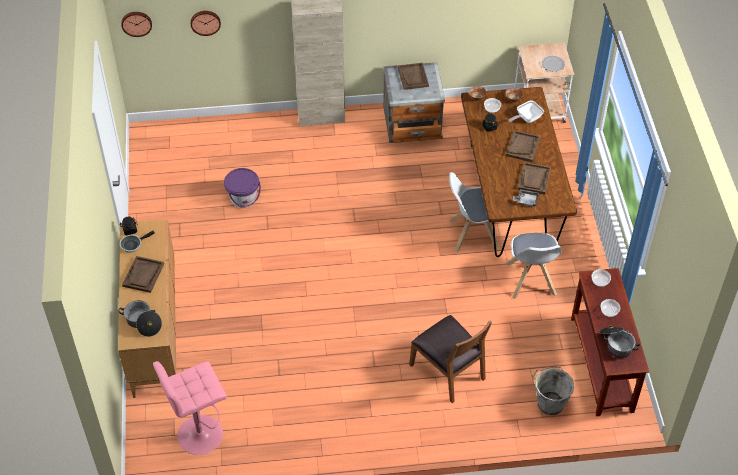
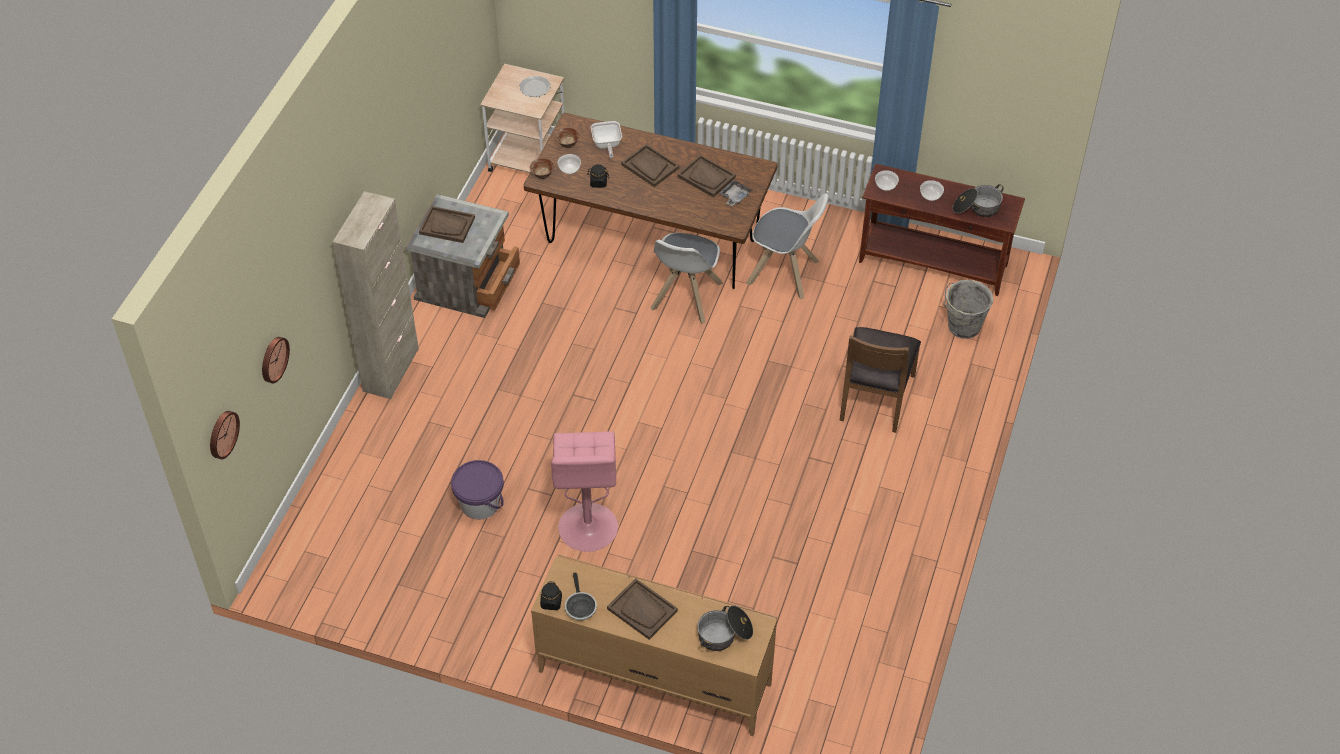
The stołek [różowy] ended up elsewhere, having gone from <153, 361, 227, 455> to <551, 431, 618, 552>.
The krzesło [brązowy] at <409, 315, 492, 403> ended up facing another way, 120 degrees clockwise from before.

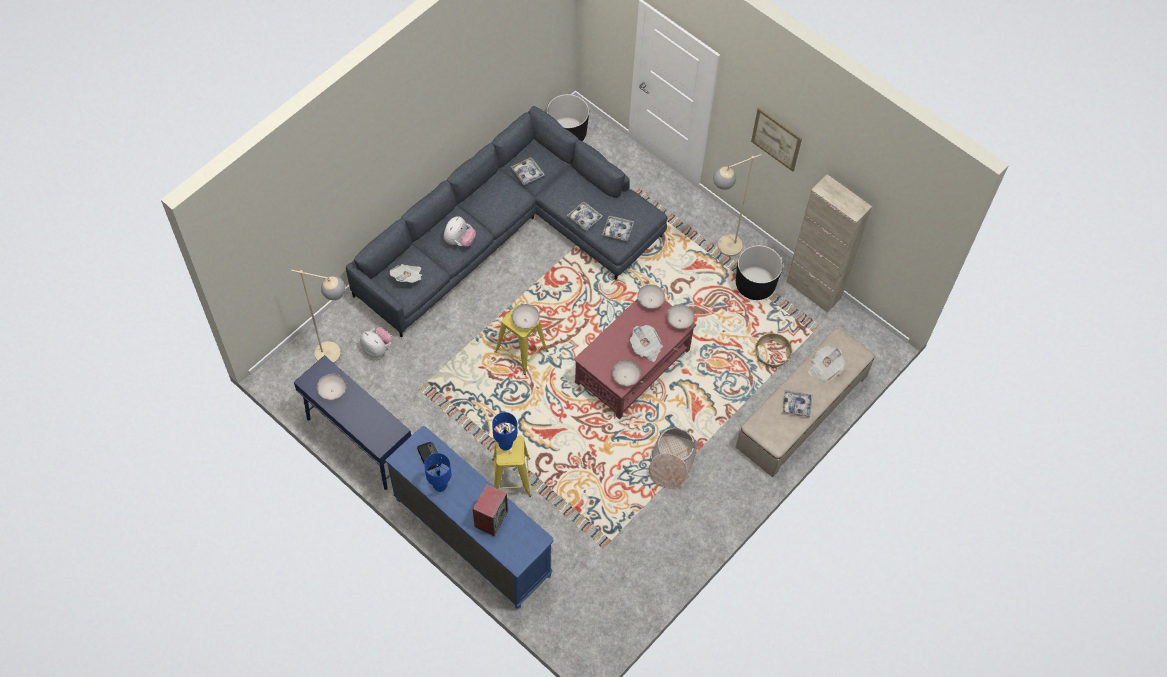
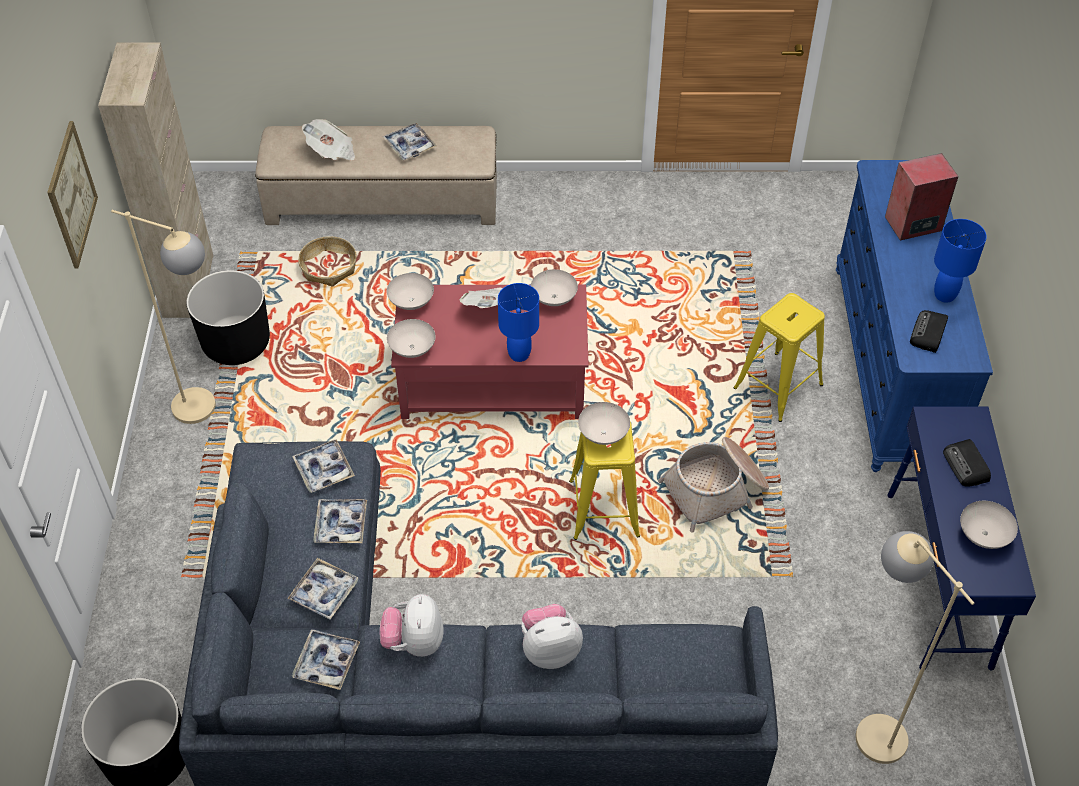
The second view gained the taca at <287, 558, 359, 620>.
The pluszak ended up elsewhere, having gone from <360, 327, 393, 358> to <380, 594, 444, 657>.
The lampa stołowa [niebieski] ended up elsewhere, having gone from <492, 412, 517, 451> to <498, 283, 539, 362>.
The koszyk ended up elsewhere, having gone from <649, 428, 699, 489> to <658, 437, 769, 533>.
The second view gained the radio at <943, 439, 991, 487>.
The second view lost the gazeta at <390, 264, 422, 283>.

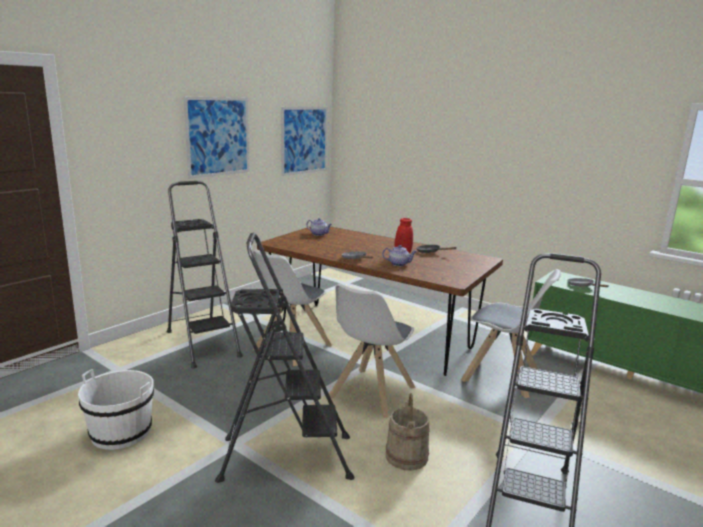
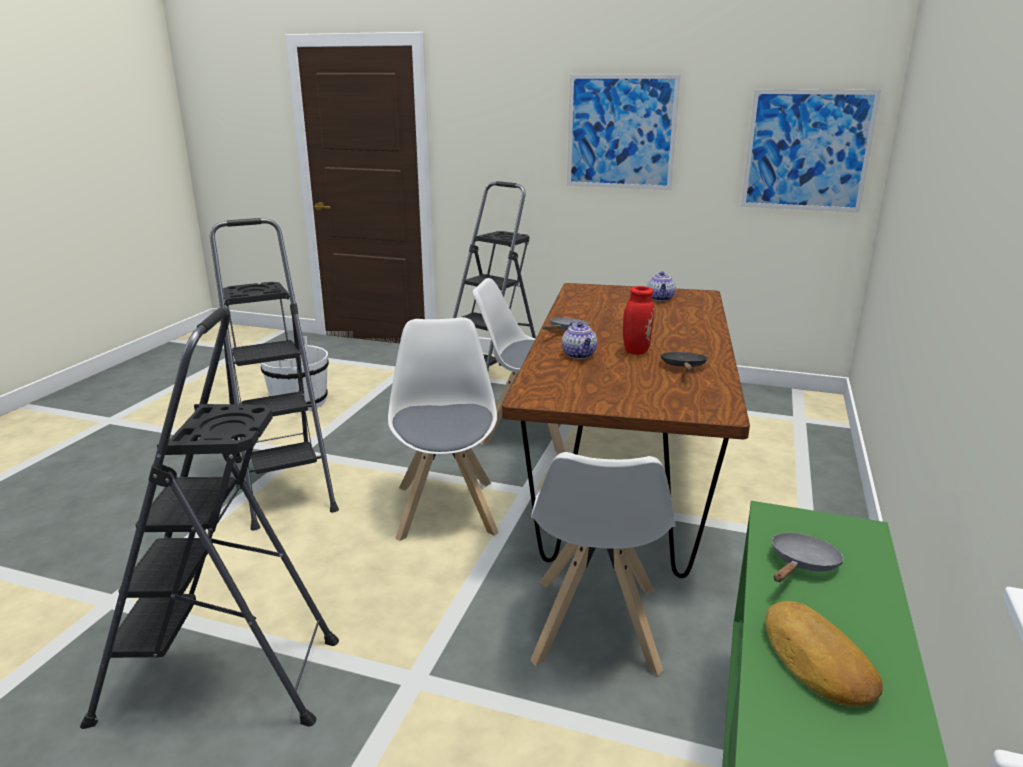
The krzesło at <329, 283, 416, 418> ended up facing another way, 75 degrees clockwise from before.
The second view gained the chleb at <765, 601, 883, 707>.
The second view lost the wiadro [beżowy] at <386, 393, 430, 471>.

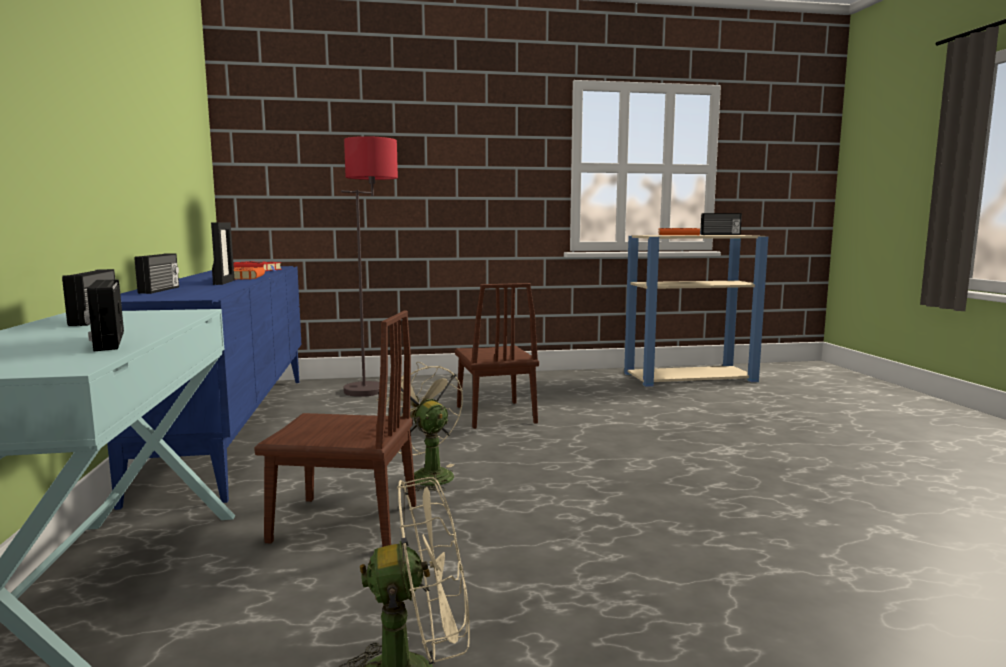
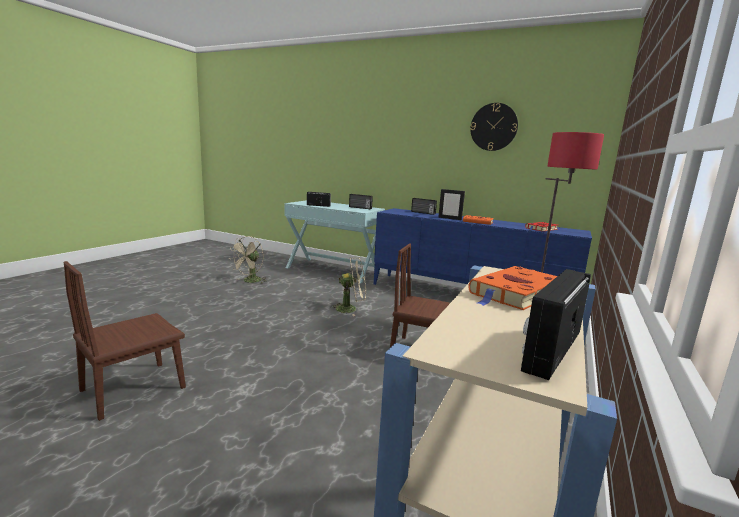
The krzesło [brązowy] ended up elsewhere, having gone from <254, 310, 416, 547> to <63, 261, 186, 421>.
The second view gained the zegar ścienny at <470, 103, 518, 151>.

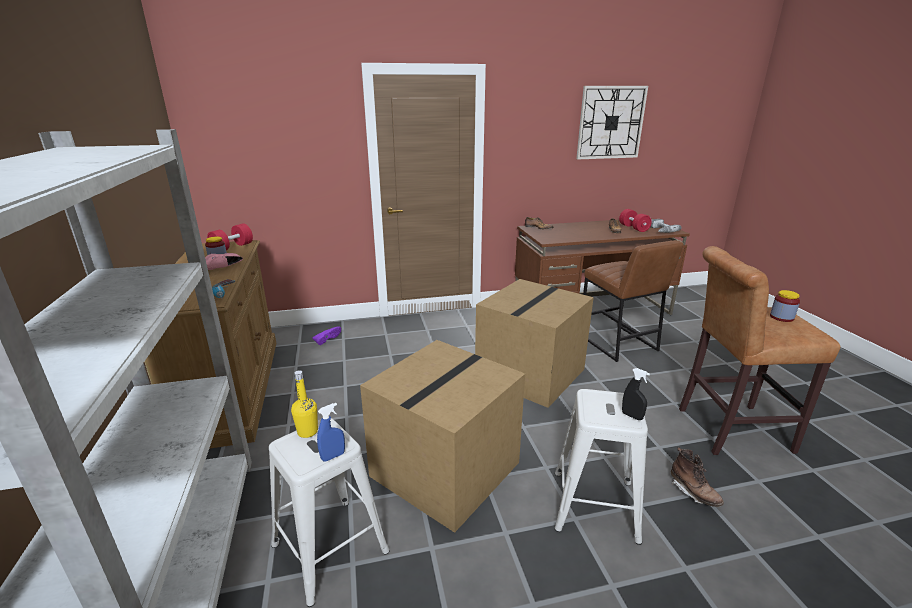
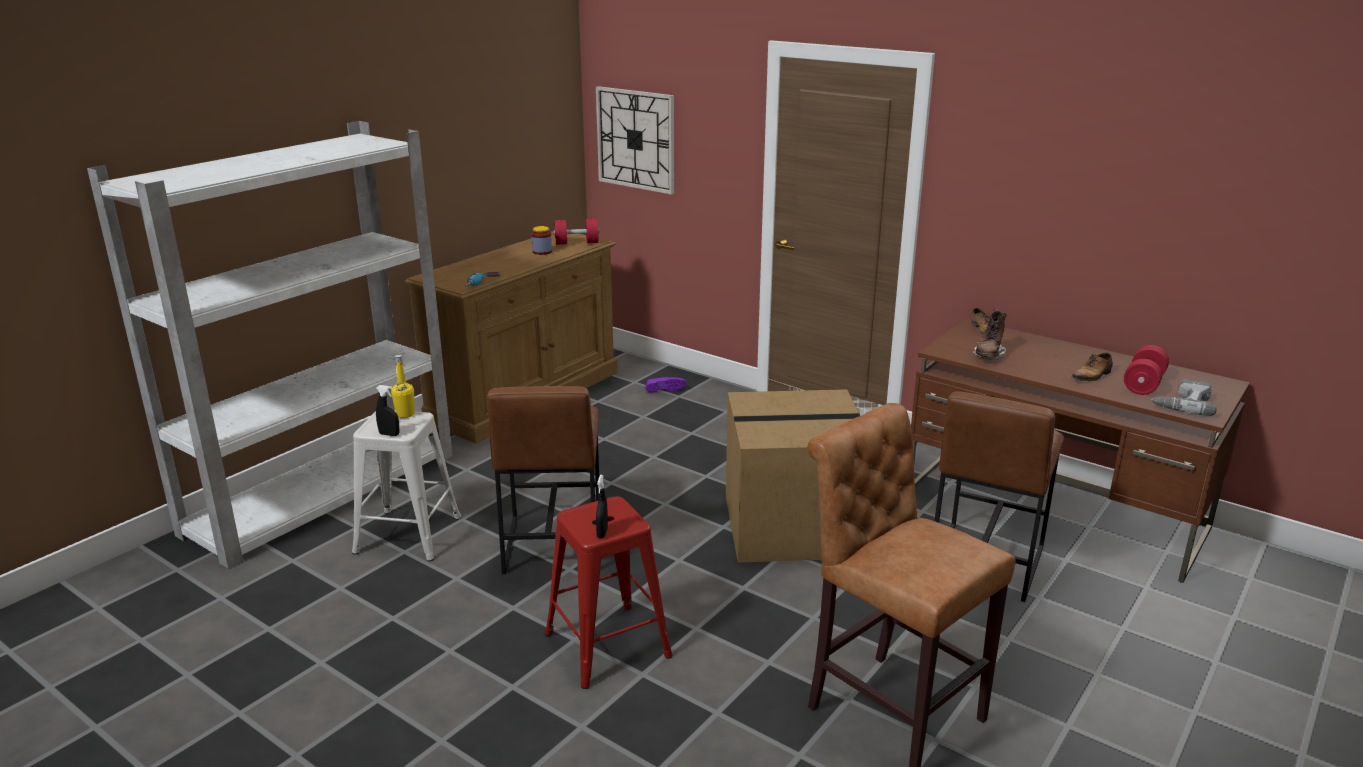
What was the spryskiwacz [niebieski] at <317, 403, 345, 461> turned into the spryskiwacz [czarny] at <376, 385, 399, 436>.
Where the karton stood at <360, 340, 525, 533>, the krzesło [brązowy] came to stand at <487, 386, 599, 574>.
What was the stołek [biały] at <555, 389, 648, 545> turned into the stołek [czerwony] at <545, 496, 673, 689>.
The zegar ścienny ended up elsewhere, having gone from <576, 86, 648, 159> to <596, 86, 674, 195>.
The but z cholewką [brązowy] ended up elsewhere, having gone from <671, 447, 724, 507> to <973, 308, 1007, 360>.
The second view lost the but [różowy] at <205, 253, 243, 270>.
The second view lost the słoik at <770, 290, 800, 322>.

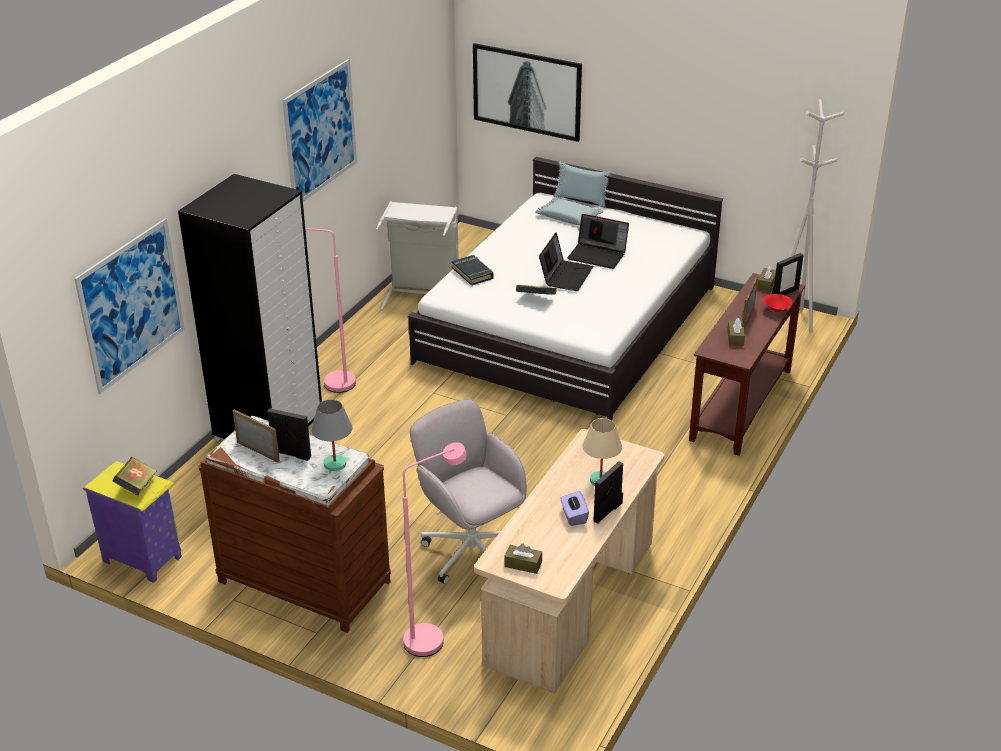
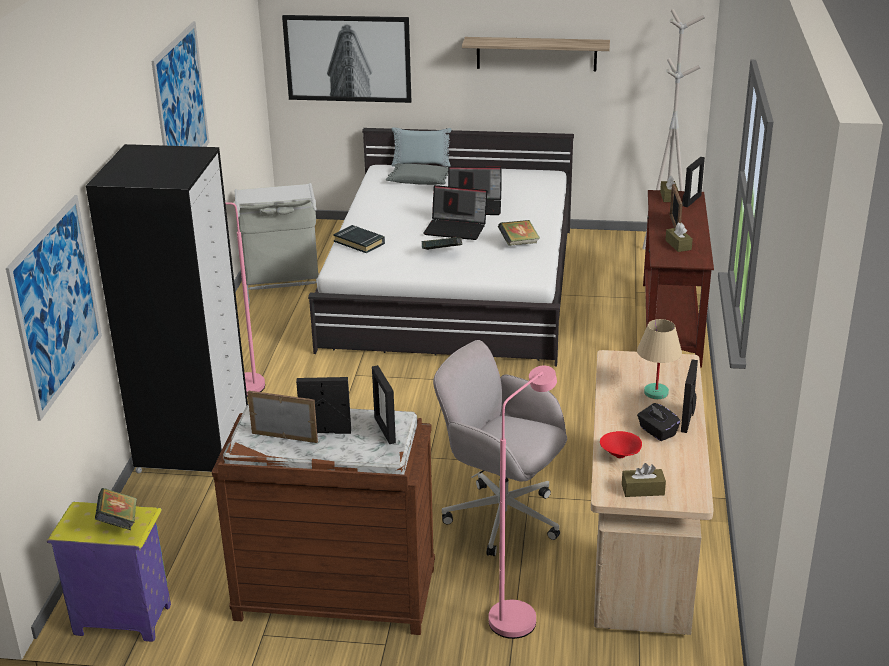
Where the lampa stołowa [szary] stood at <311, 399, 353, 471>, the ramka na zdjęcie came to stand at <372, 365, 396, 444>.
What was the poduszka [niebieski] at <536, 196, 603, 225> turned into the poduszka [szary] at <386, 163, 448, 185>.
The laptop at <539, 232, 594, 291> ended up facing another way, 105 degrees clockwise from before.
The second view gained the półka at <462, 37, 610, 71>.
The second view gained the książka at <498, 220, 540, 246>.
The miska [czerwony] ended up elsewhere, having gone from <763, 294, 792, 312> to <600, 431, 642, 458>.
What was the pudełko chusteczek [fioletowy] at <560, 491, 589, 526> turned into the pudełko chusteczek [czarny] at <637, 403, 681, 441>.

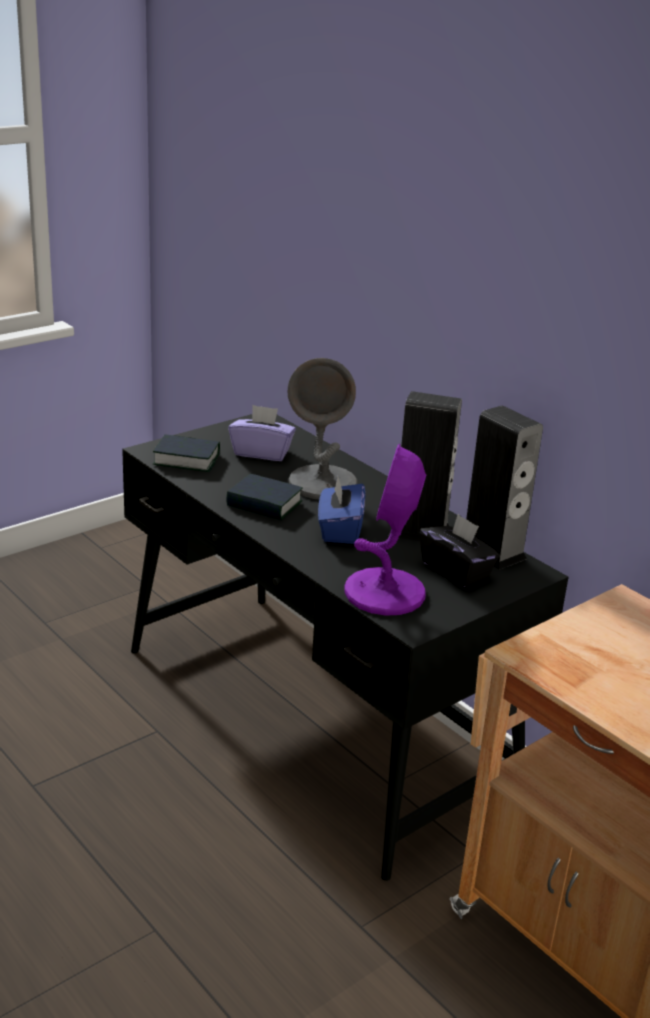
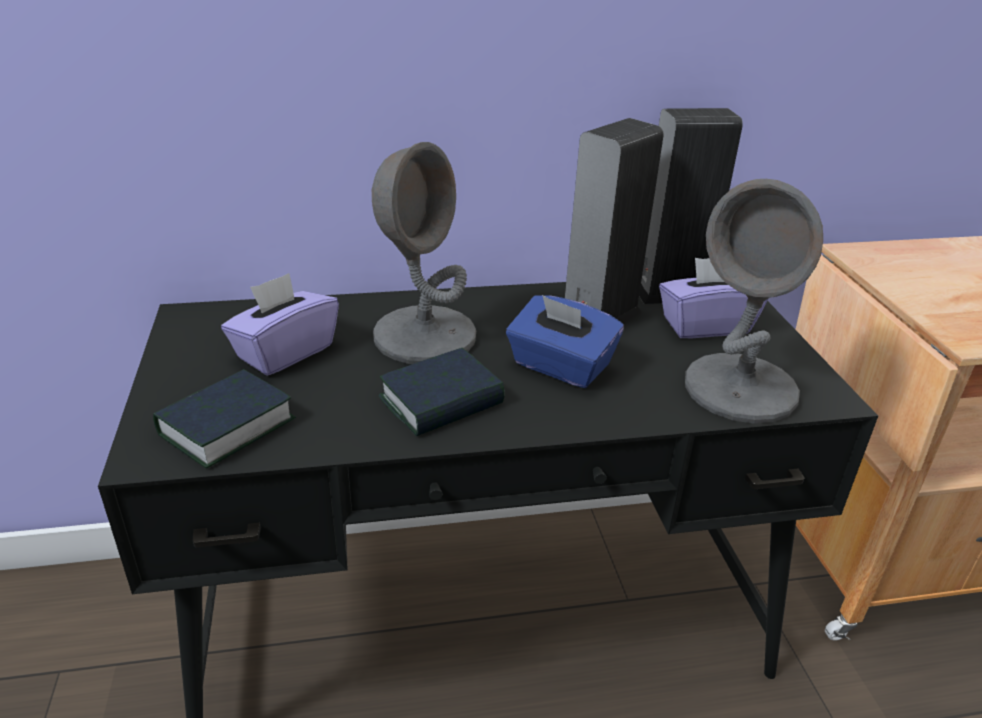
What was the pudełko chusteczek [czarny] at <419, 514, 500, 588> turned into the pudełko chusteczek [fioletowy] at <659, 258, 769, 338>.
What was the lampa stołowa [fioletowy] at <344, 444, 427, 616> turned into the lampa stołowa [szary] at <685, 179, 823, 424>.

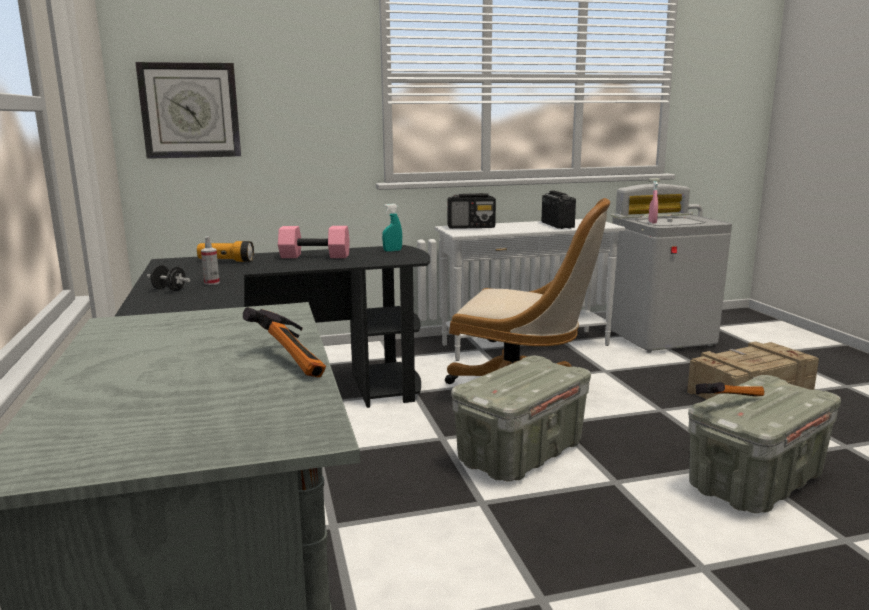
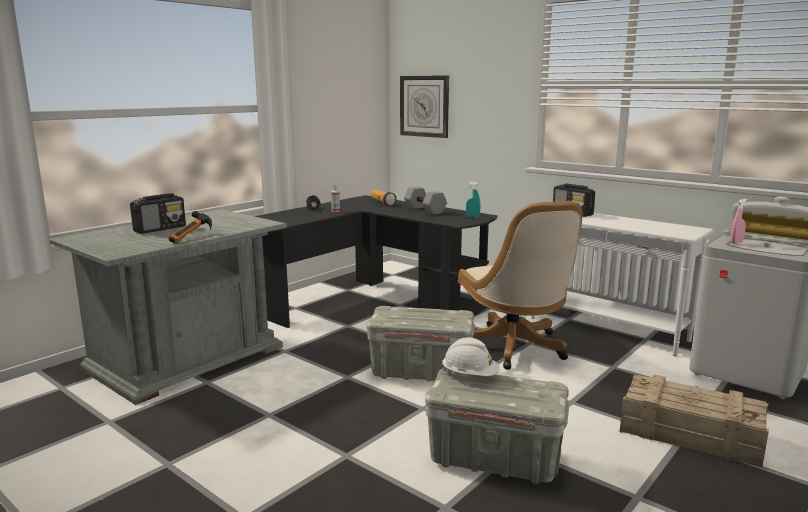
The radio ended up elsewhere, having gone from <542, 190, 576, 229> to <130, 193, 186, 234>.
What was the hantel [różowy] at <278, 226, 350, 258> turned into the hantel [szary] at <404, 187, 447, 215>.
Where the młotek stood at <695, 382, 765, 397>, the kask [biały] came to stand at <442, 338, 499, 376>.

